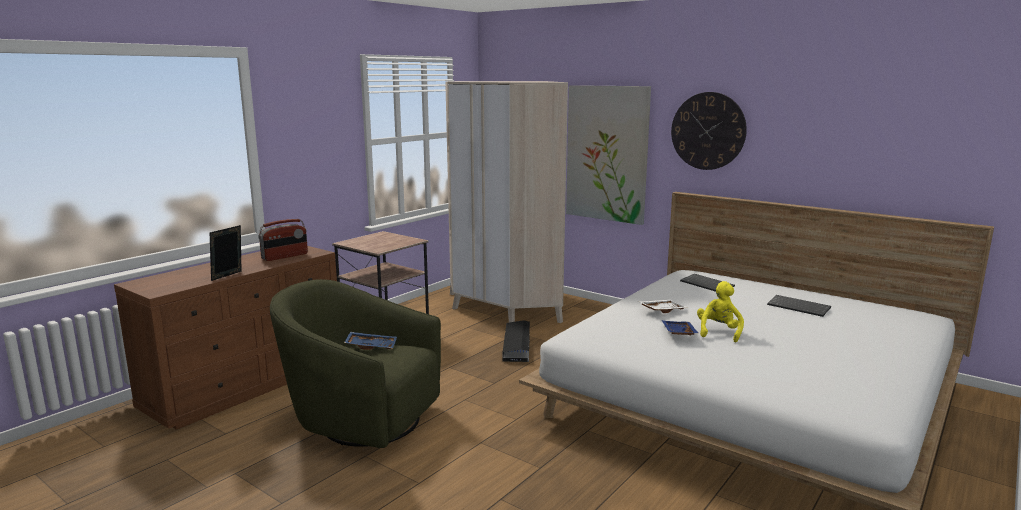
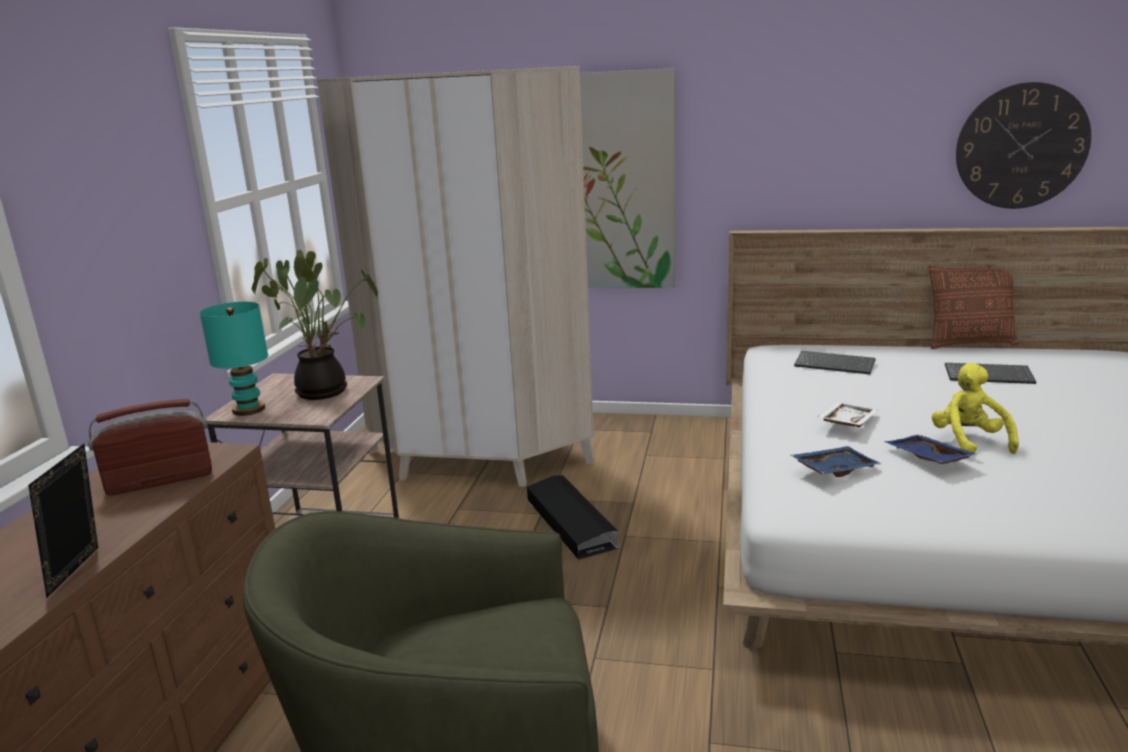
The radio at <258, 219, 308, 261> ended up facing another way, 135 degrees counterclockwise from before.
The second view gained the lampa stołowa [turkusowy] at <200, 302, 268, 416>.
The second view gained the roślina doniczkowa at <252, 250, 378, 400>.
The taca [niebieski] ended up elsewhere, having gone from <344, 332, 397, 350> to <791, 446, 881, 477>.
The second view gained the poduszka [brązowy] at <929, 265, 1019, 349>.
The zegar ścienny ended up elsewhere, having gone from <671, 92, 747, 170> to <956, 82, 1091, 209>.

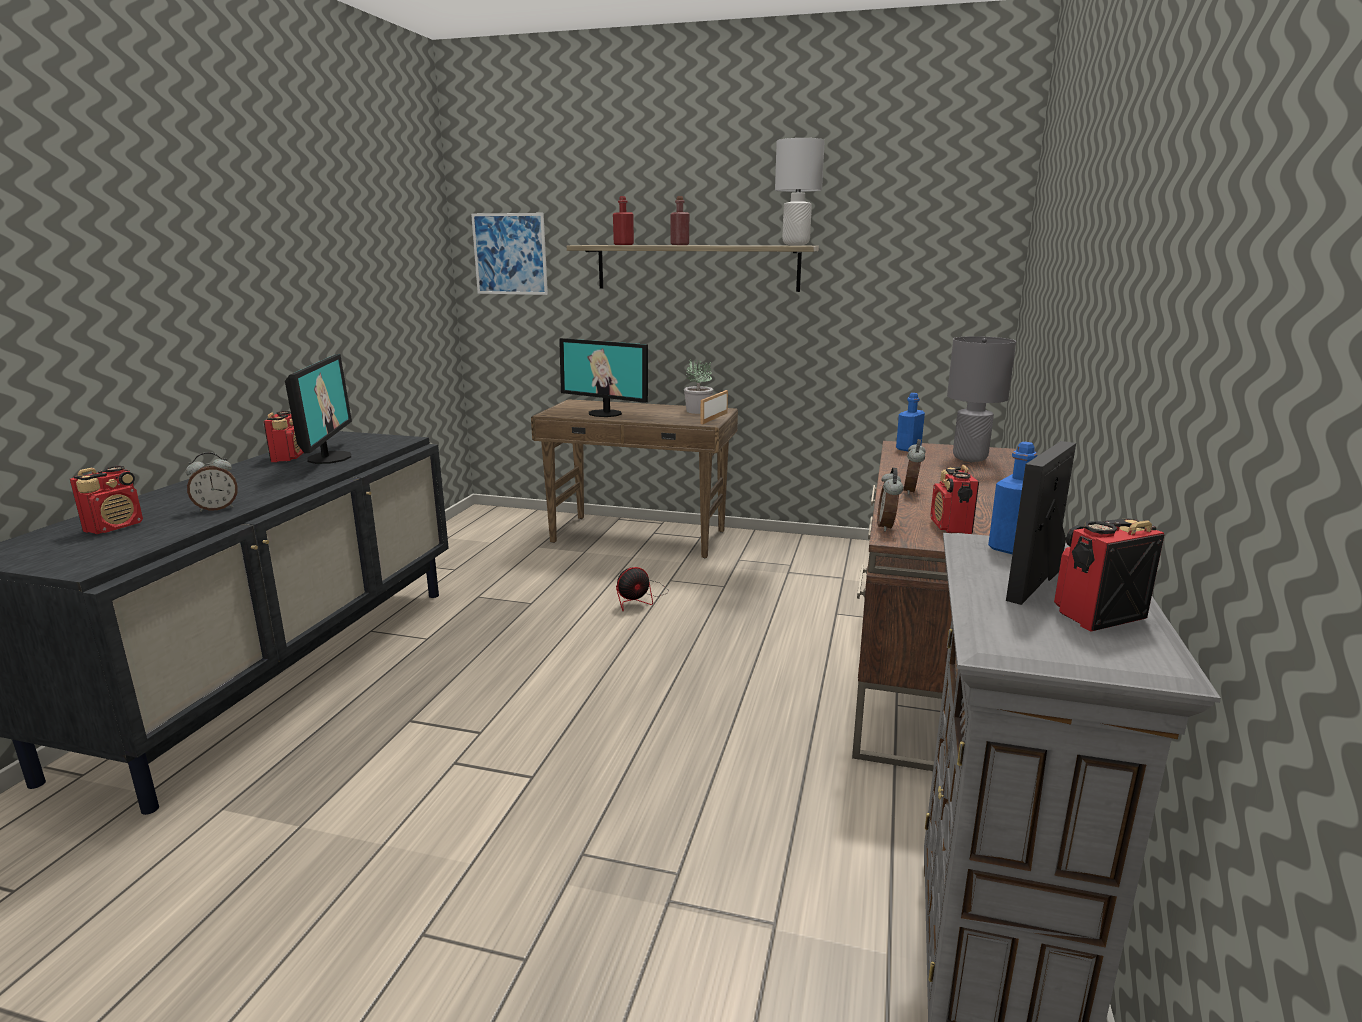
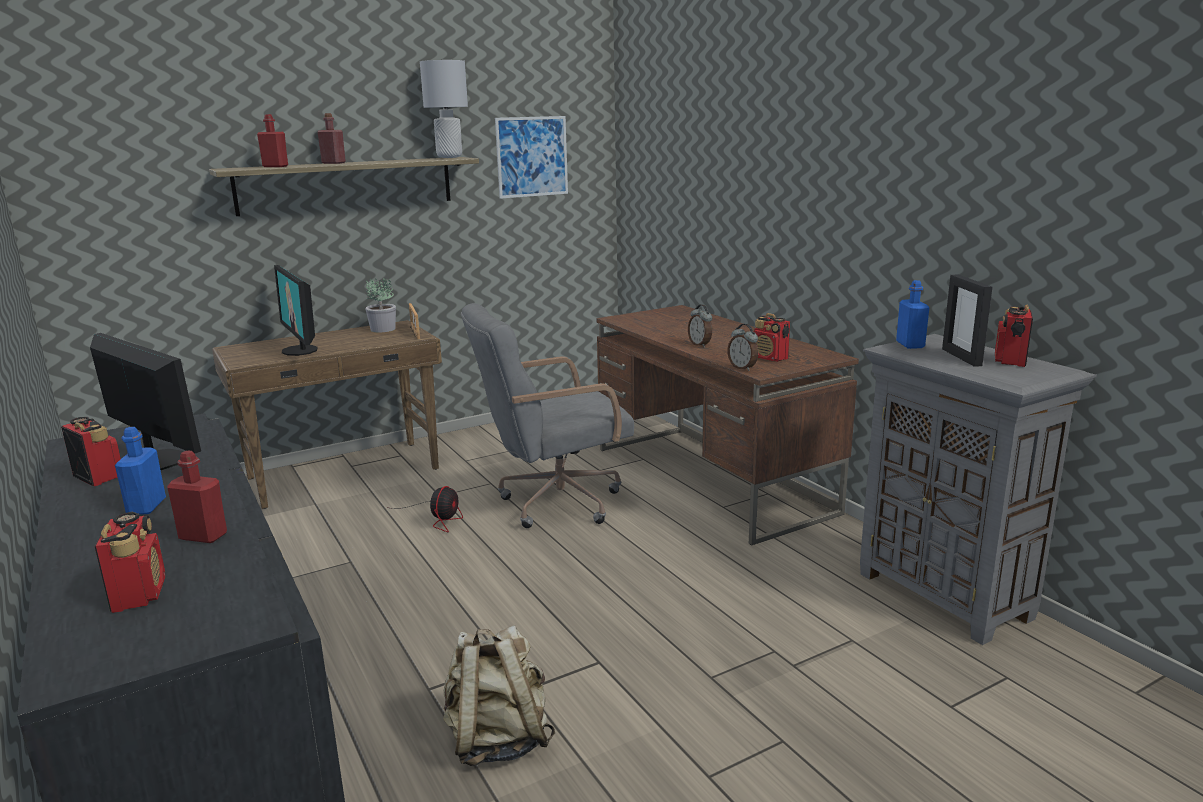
The butelka [niebieski] ended up elsewhere, having gone from <896, 393, 925, 452> to <115, 427, 166, 515>.
Where the budzik stood at <186, 452, 238, 512>, the butelka [czerwony] came to stand at <167, 450, 227, 543>.
The monitor at <559, 338, 648, 417> ended up facing another way, 75 degrees clockwise from before.
The second view gained the plecak [beżowy] at <443, 625, 555, 766>.
The second view gained the krzesło biurowe [szary] at <460, 303, 634, 528>.
The obraz ended up elsewhere, having gone from <471, 213, 548, 295> to <495, 116, 568, 199>.
The second view lost the lampa stołowa [szary] at <947, 336, 1016, 462>.

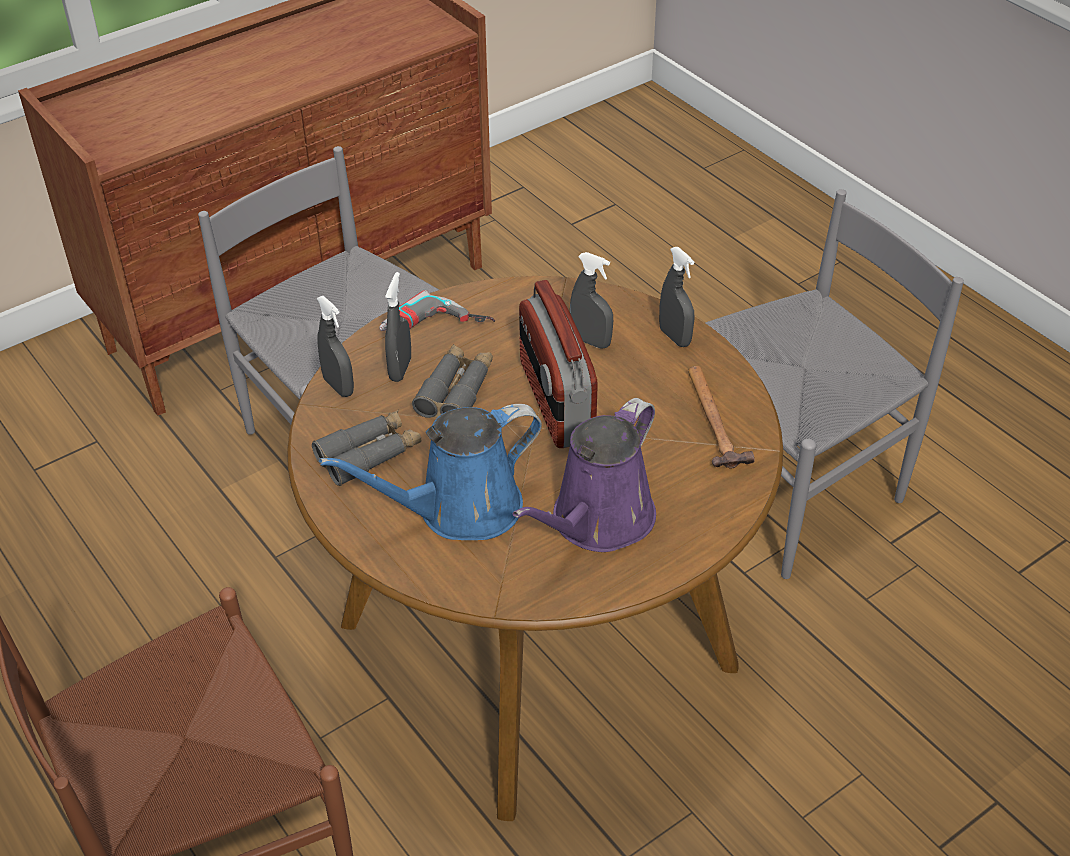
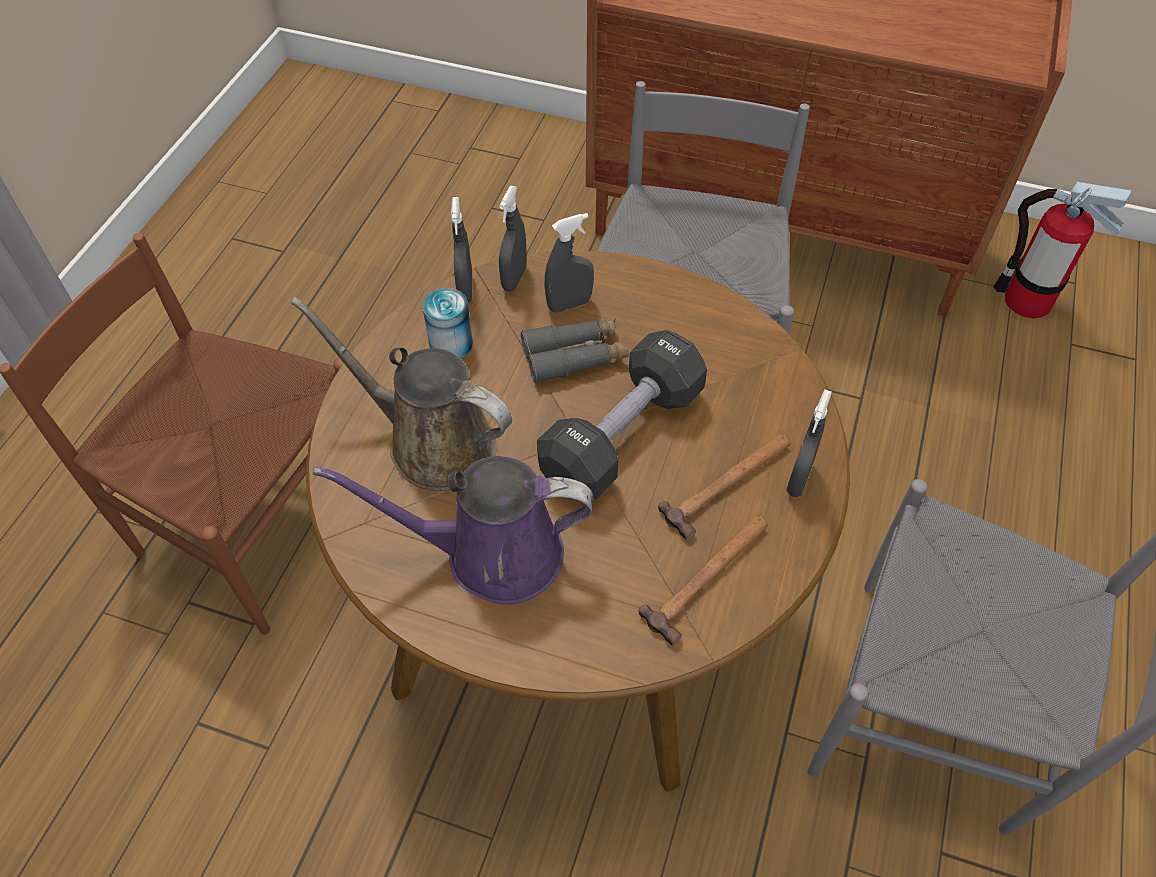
What was the konewka [niebieski] at <319, 404, 542, 540> turned into the konewka [brązowy] at <291, 296, 512, 491>.
Where the lornetka [szary] stood at <312, 410, 421, 486>, the puszka came to stand at <423, 288, 473, 358>.
The spryskiwacz [szary] ended up elsewhere, having gone from <570, 252, 613, 349> to <451, 197, 473, 303>.
Where the radio stood at <519, 280, 598, 448>, the hantel [czarny] came to stand at <537, 330, 707, 499>.
The second view gained the młotek at <658, 434, 790, 540>.
The second view gained the gaśnica at <993, 182, 1132, 318>.
The second view lost the wiertarka at <379, 290, 495, 331>.

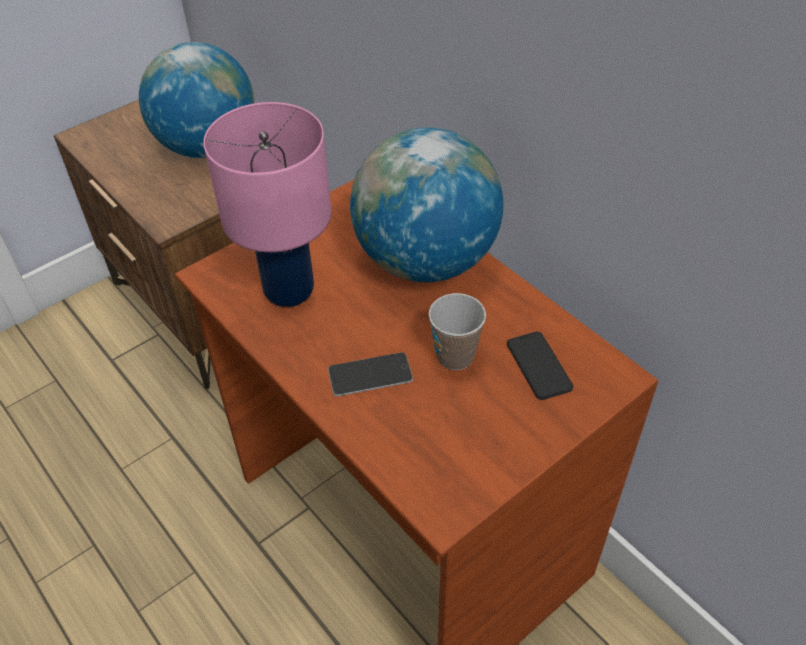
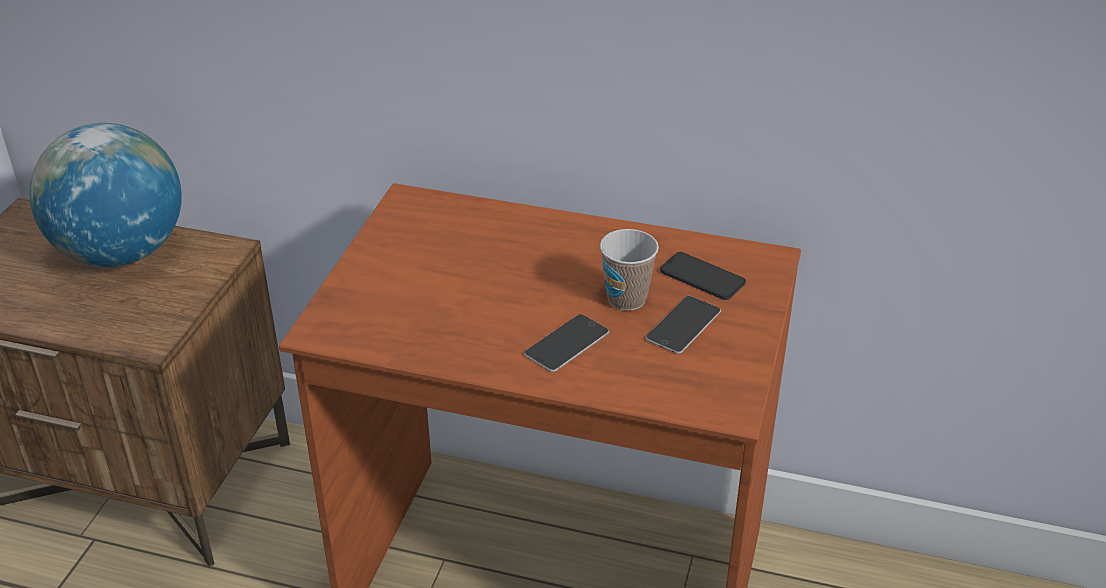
The second view gained the telefon at <646, 296, 721, 354>.
The second view lost the lampa stołowa [różowy] at <203, 102, 331, 307>.
The second view lost the globus at <350, 128, 503, 282>.

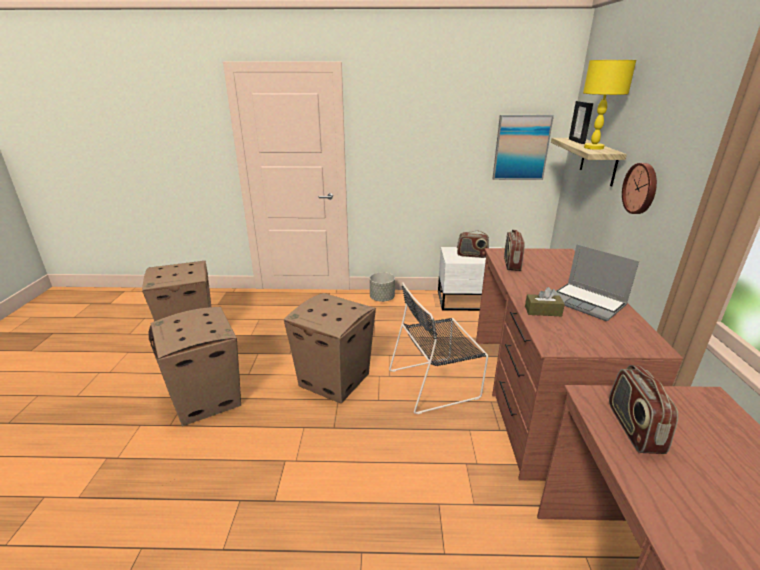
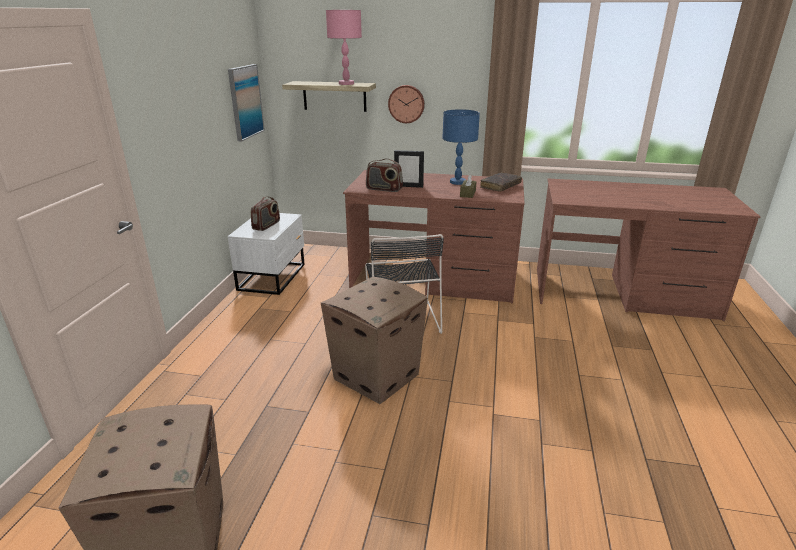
What was the lampa stołowa [żółty] at <583, 60, 636, 150> turned into the lampa stołowa [różowy] at <326, 10, 362, 85>.
The ramka na zdjęcie ended up elsewhere, having gone from <569, 101, 593, 144> to <394, 150, 424, 188>.
Where the laptop stood at <555, 244, 639, 321>, the lampa stołowa [niebieski] came to stand at <442, 109, 480, 185>.
The second view gained the książka [brązowy] at <480, 172, 522, 192>.
The second view lost the karton at <148, 307, 241, 426>.
The second view lost the donica [szary] at <370, 272, 395, 302>.
The second view lost the radio at <609, 365, 679, 454>.

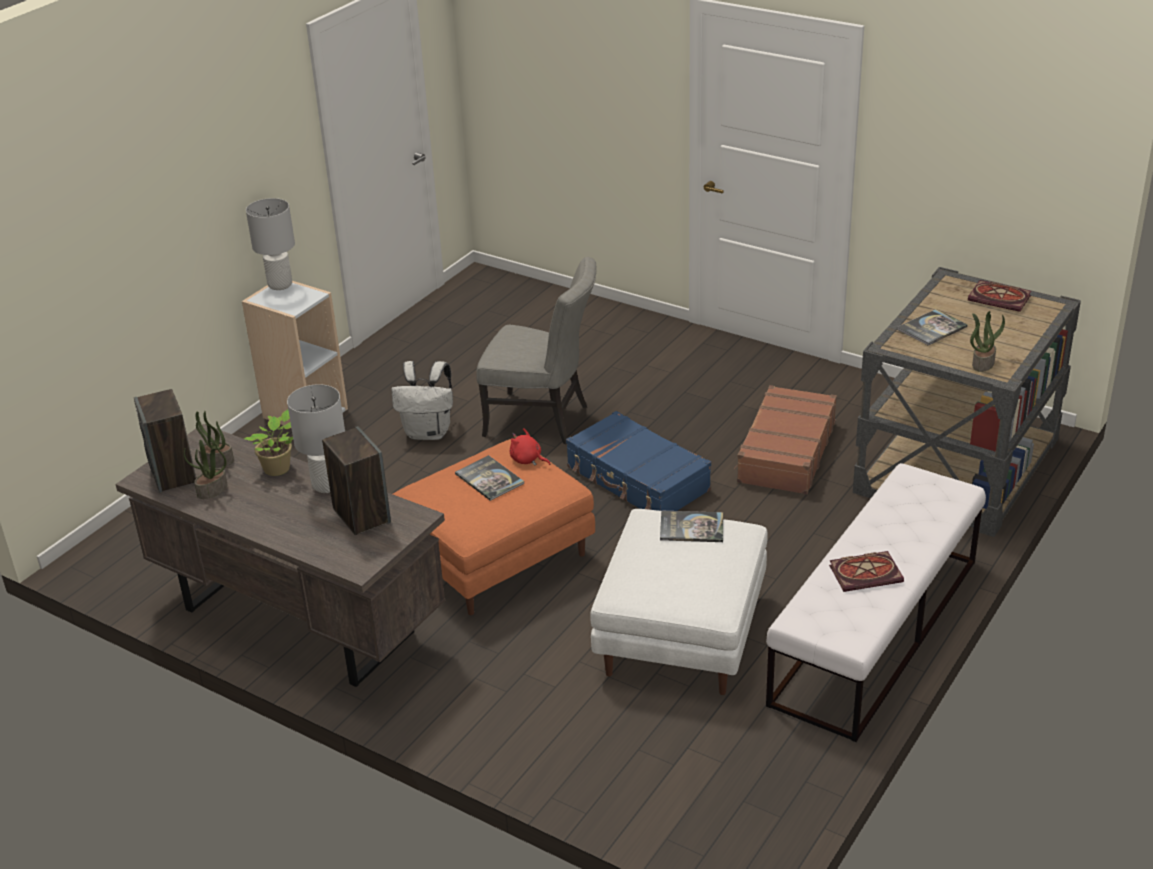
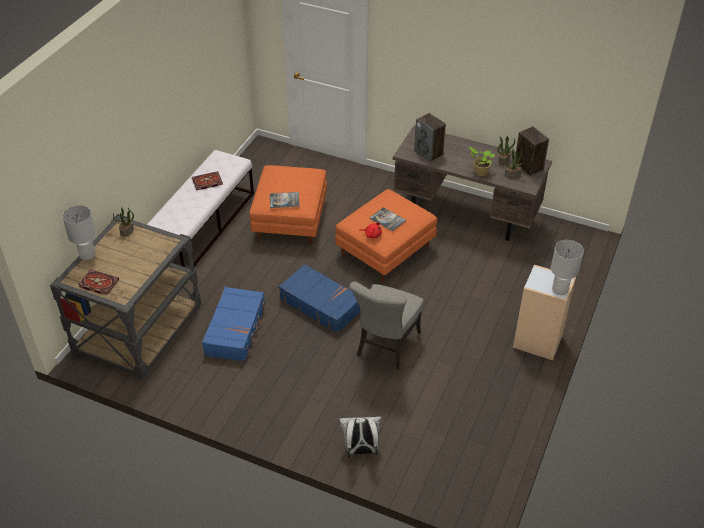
The lampa stołowa [szary] ended up elsewhere, having gone from <287, 384, 345, 493> to <62, 205, 96, 261>.
What was the walizka [brązowy] at <734, 385, 837, 495> turned into the walizka [niebieski] at <202, 287, 267, 362>.
What was the pufa [biały] at <590, 509, 768, 695> turned into the pufa [pomarańczowy] at <249, 165, 327, 245>.
The plecak [biały] ended up elsewhere, having gone from <391, 361, 453, 440> to <339, 416, 381, 458>.
The krzesło [szary] at <476, 257, 596, 445> ended up facing another way, 75 degrees counterclockwise from before.
The second view lost the książka at <897, 309, 968, 345>.

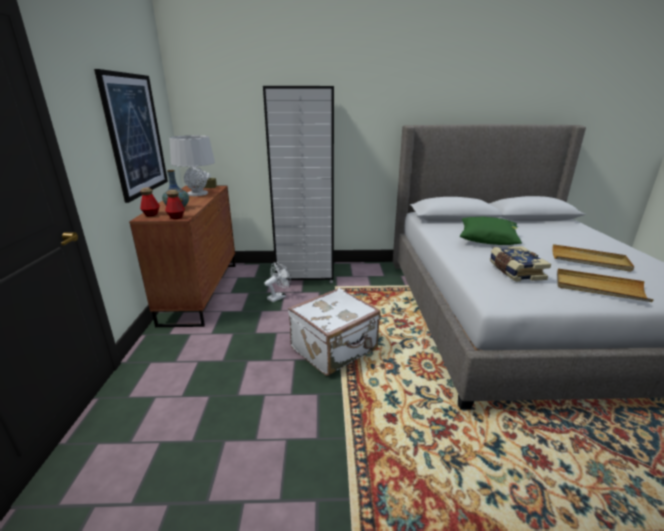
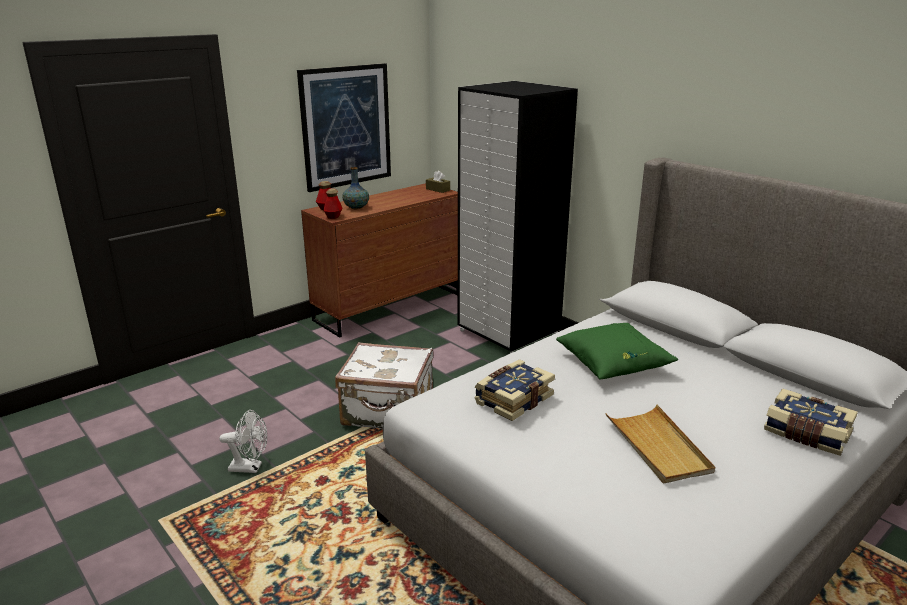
The wentylator [biały] ended up elsewhere, having gone from <264, 262, 291, 302> to <219, 410, 267, 473>.
The second view gained the książka at <764, 389, 858, 456>.
The second view lost the lampa stołowa [szary] at <169, 135, 215, 196>.
The second view lost the taca [beżowy] at <557, 269, 654, 302>.

